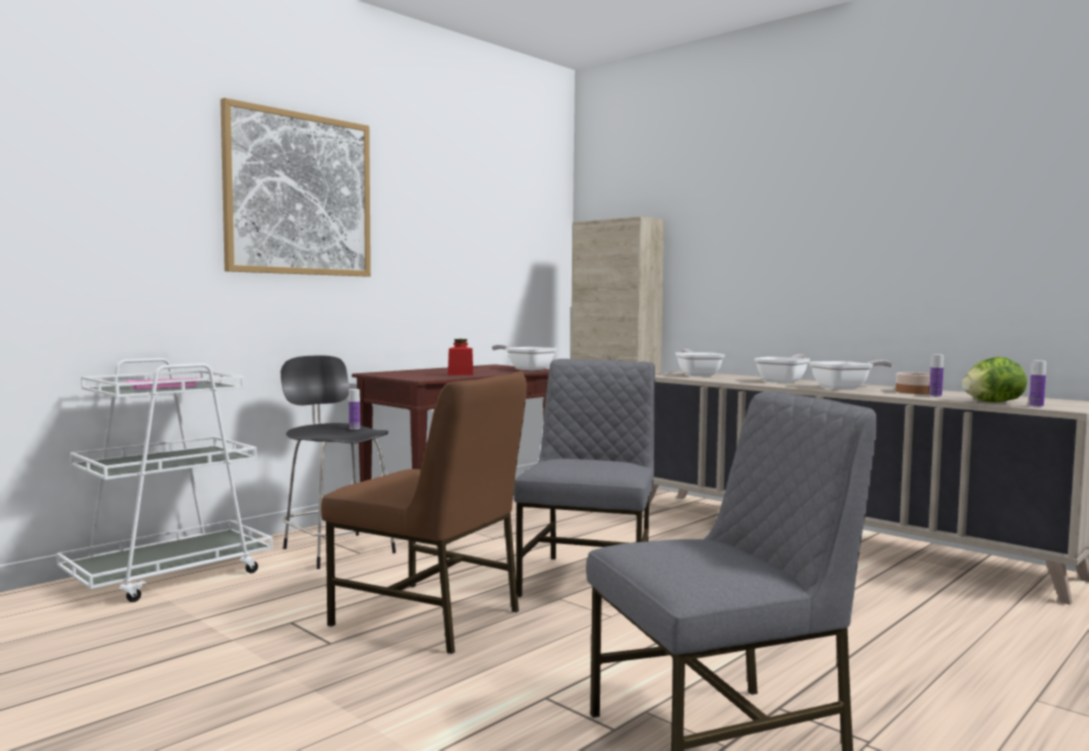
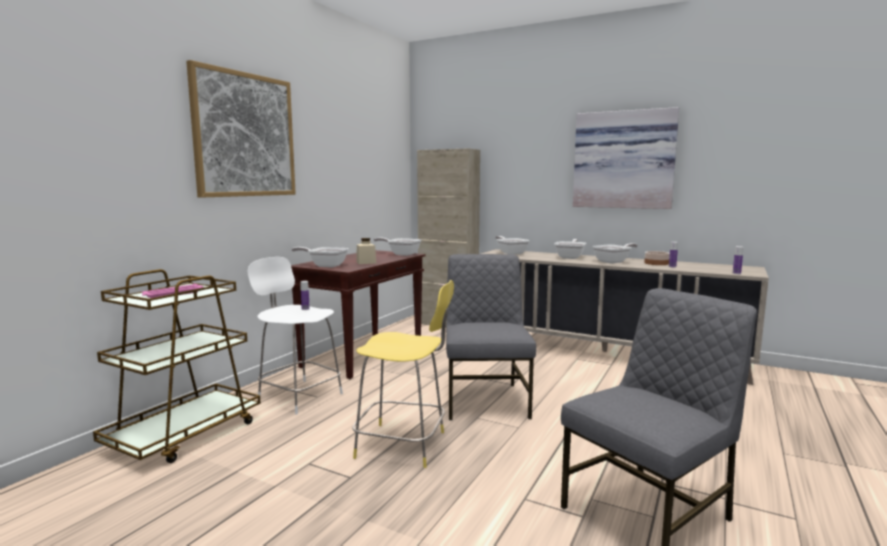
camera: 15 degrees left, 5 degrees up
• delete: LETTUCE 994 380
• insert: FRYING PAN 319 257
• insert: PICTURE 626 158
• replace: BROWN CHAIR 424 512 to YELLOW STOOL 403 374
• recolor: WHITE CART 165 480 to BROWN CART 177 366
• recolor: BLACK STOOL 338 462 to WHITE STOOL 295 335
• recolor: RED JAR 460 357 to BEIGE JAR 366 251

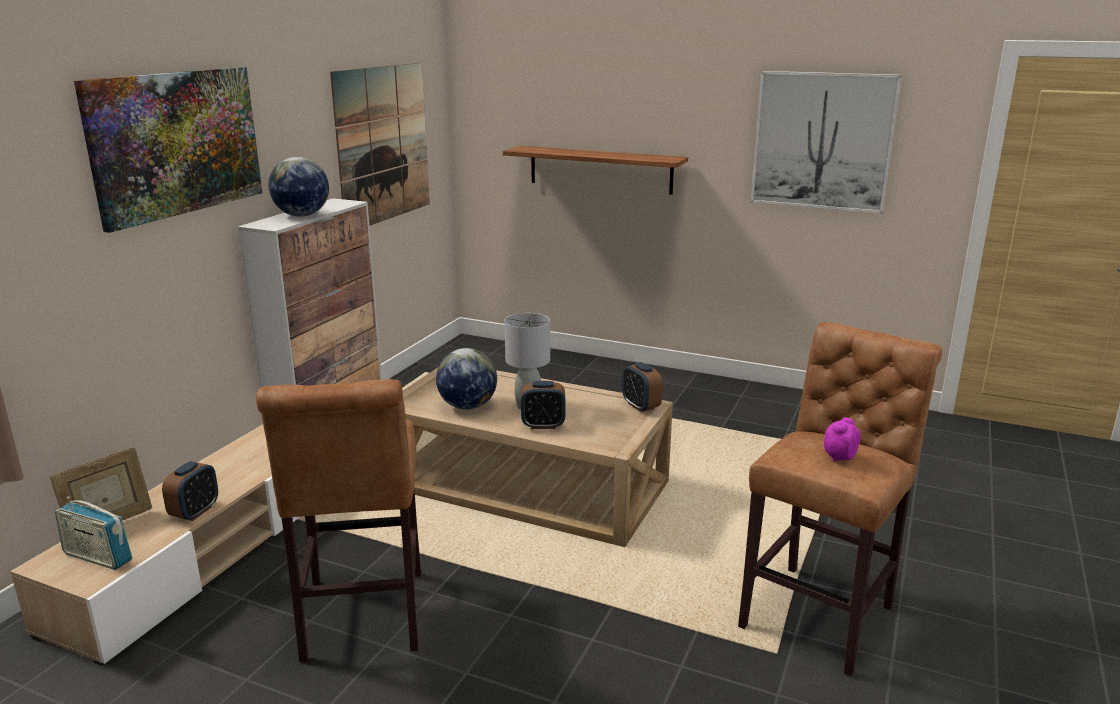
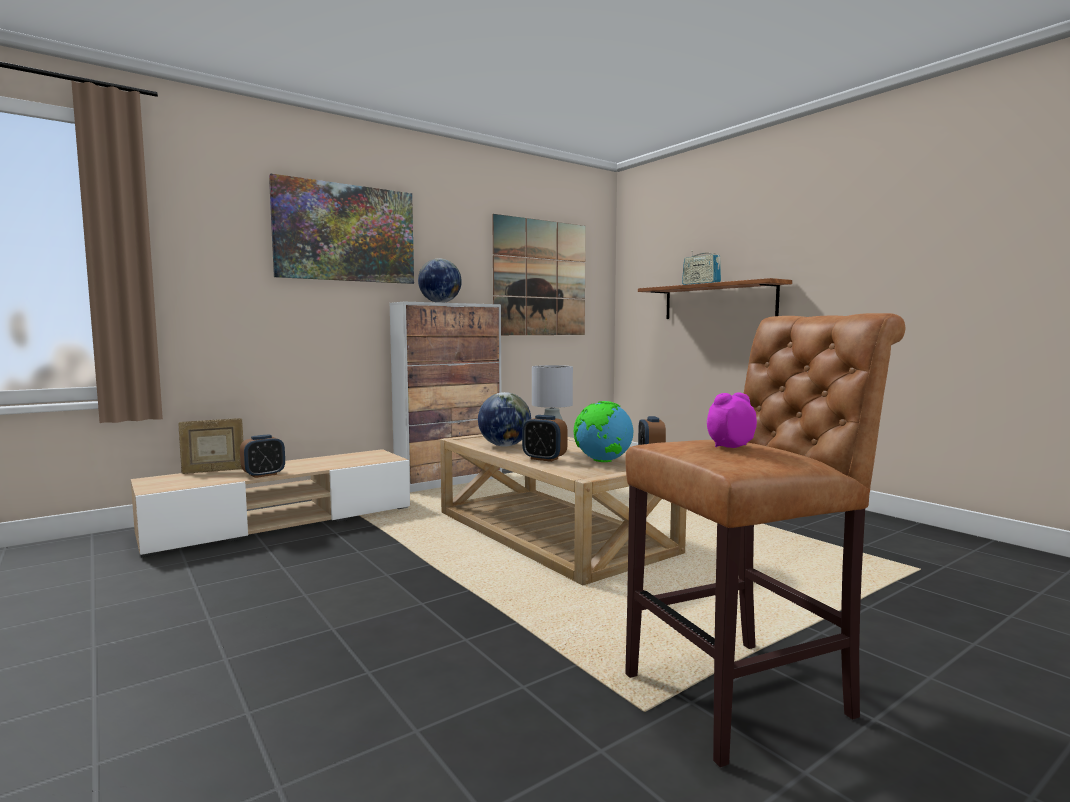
camera: 30 degrees right, 15 degrees down
• delete: BROWN STOOL 338 520
• delete: PICTURE 826 142
• insert: GLOBE 603 431
• move: RADIO 93 533 to 701 268

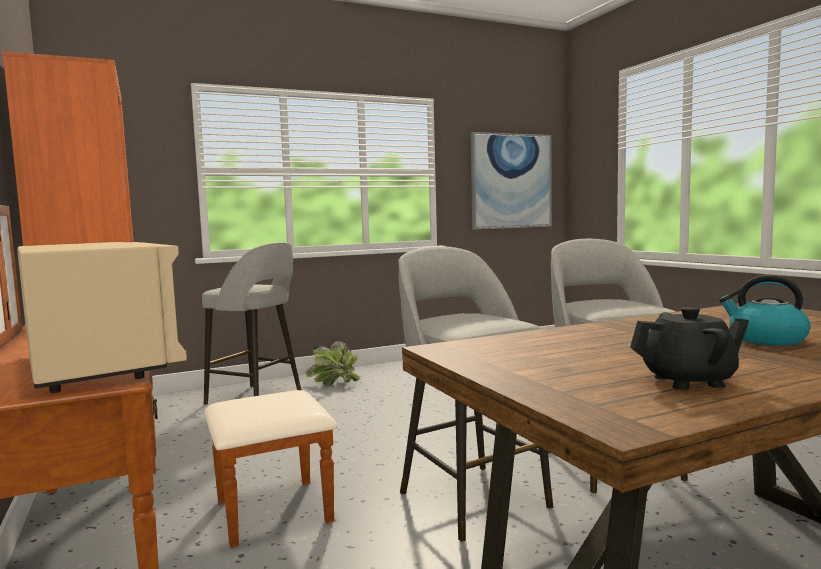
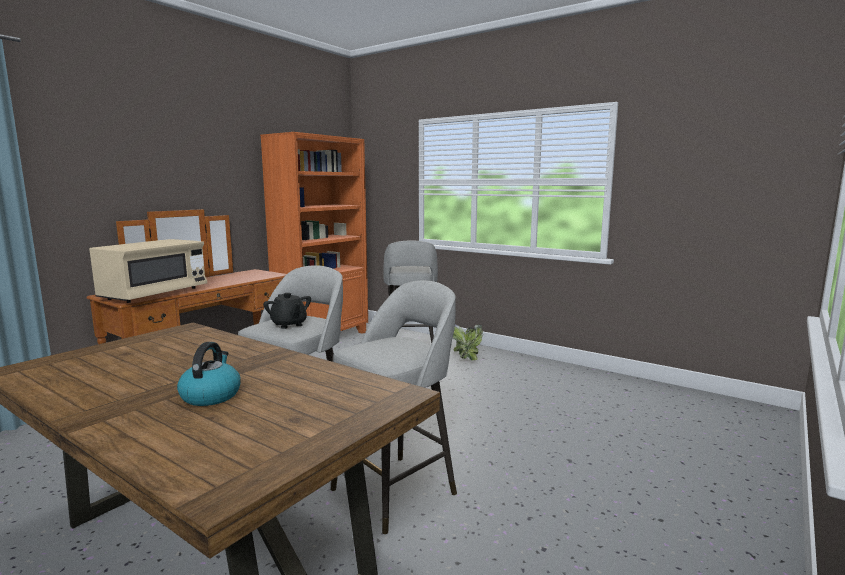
camera: 60 degrees right, 5 degrees up
• delete: PICTURE 511 181
• move: BLACK TEAPOT 689 348 to 287 311

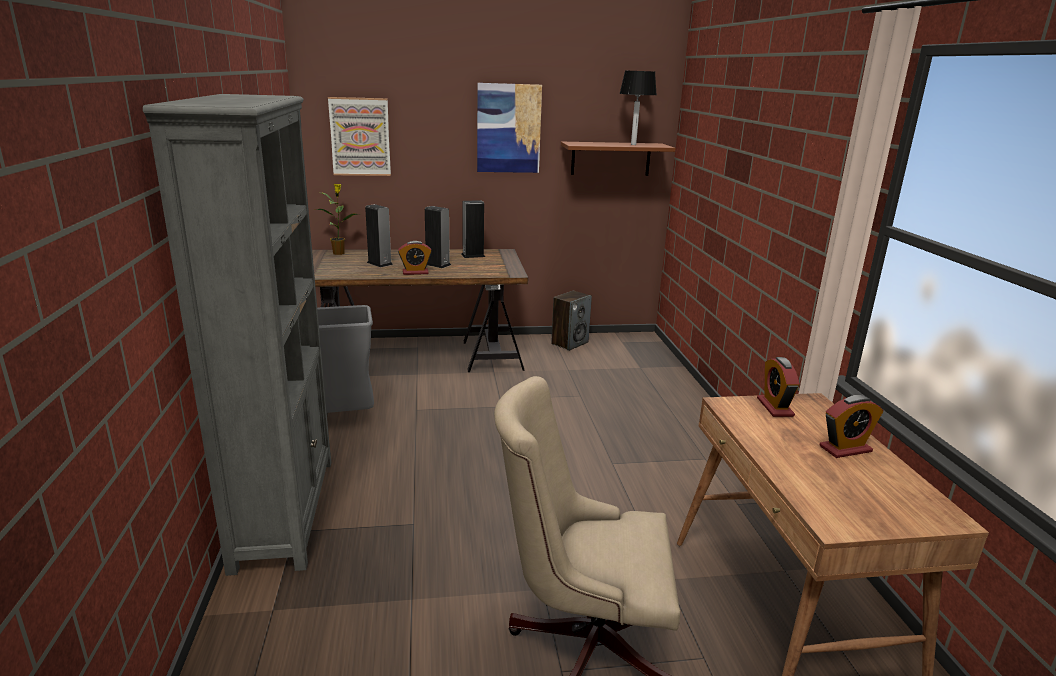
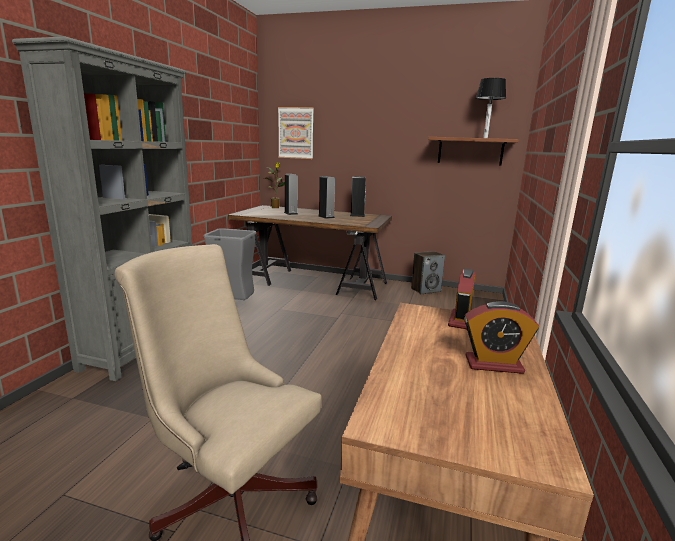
camera: 25 degrees right, 5 degrees down
• delete: ALARM CLOCK 415 258
• delete: PICTURE 509 128

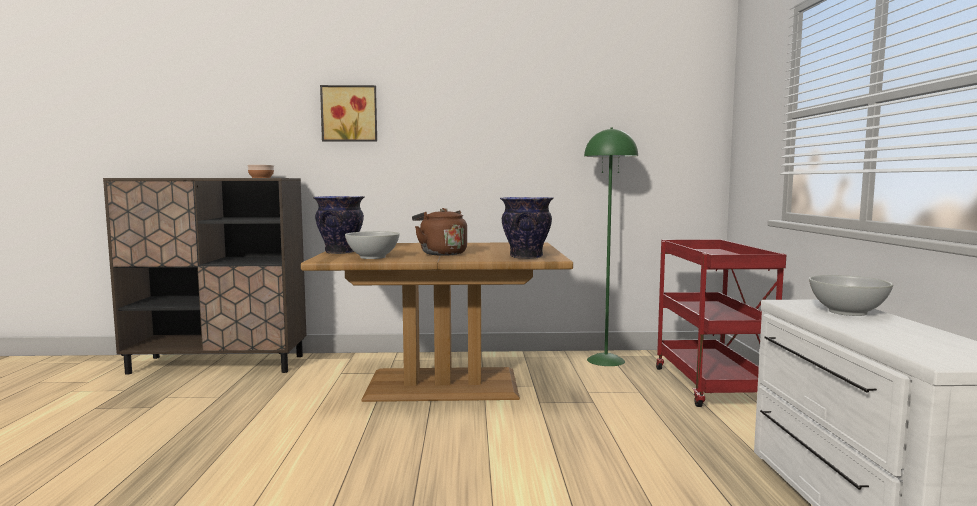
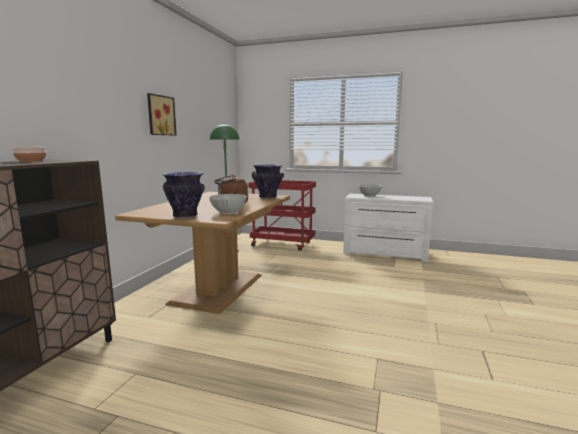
camera: 70 degrees left, 5 degrees up
• move: PICTURE 348 113 to 161 114

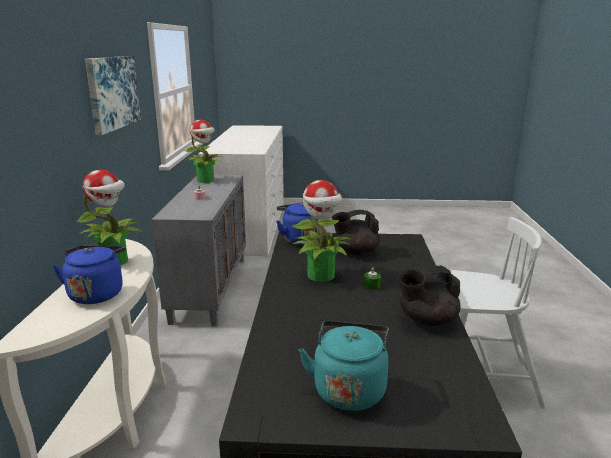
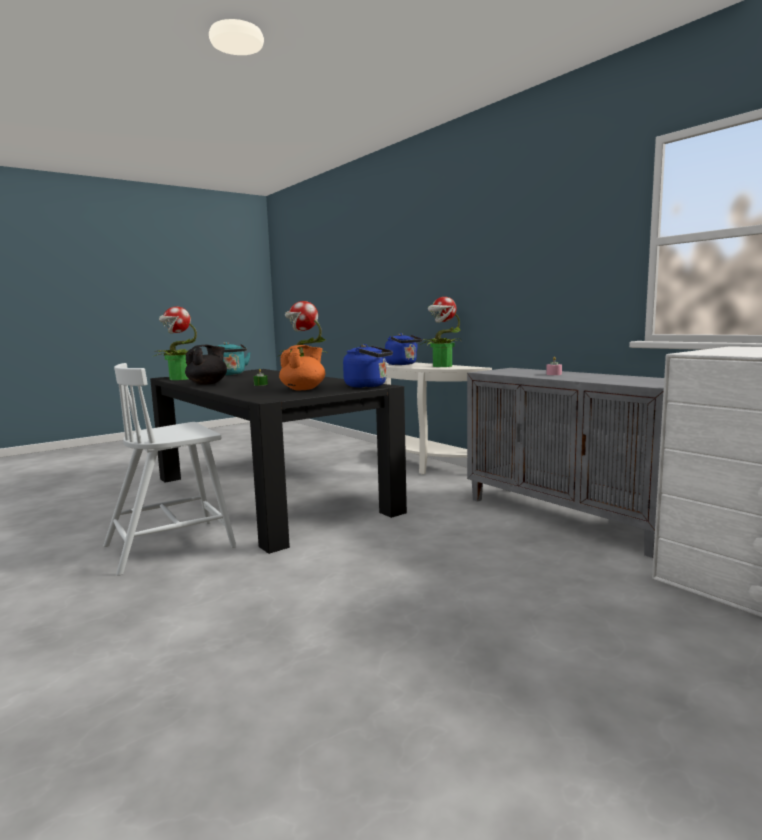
camera: 140 degrees right, 10 degrees down
• delete: PICTURE 113 95
• move: POTTED PLANT 203 151 to 175 343
• recolor: BLACK TEAPOT 356 232 to ORANGE TEAPOT 302 367

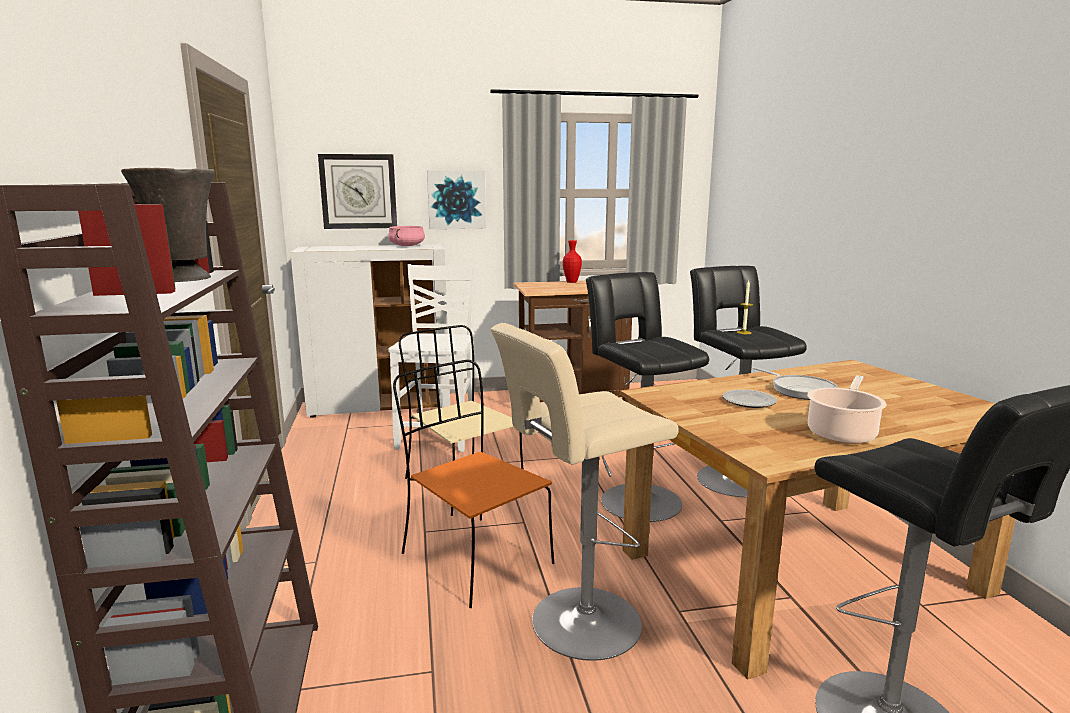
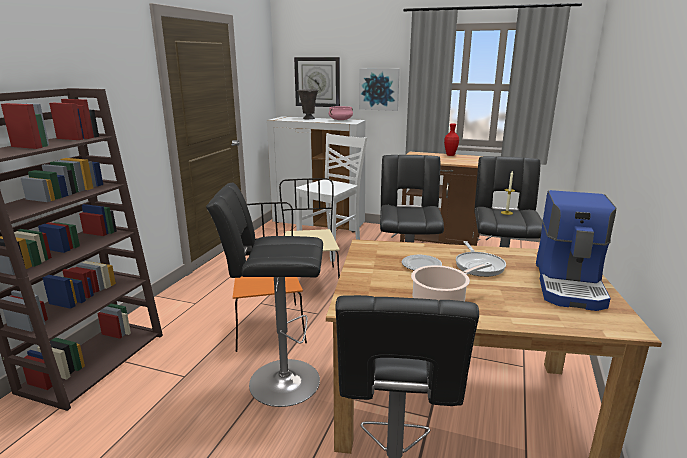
camera: 30 degrees right, 5 degrees up
• insert: COFFEE MACHINE 576 250
• move: GREY VASE 168 225 to 307 104
• recolor: BEIGE STOOL 584 492 to BLACK STOOL 264 294

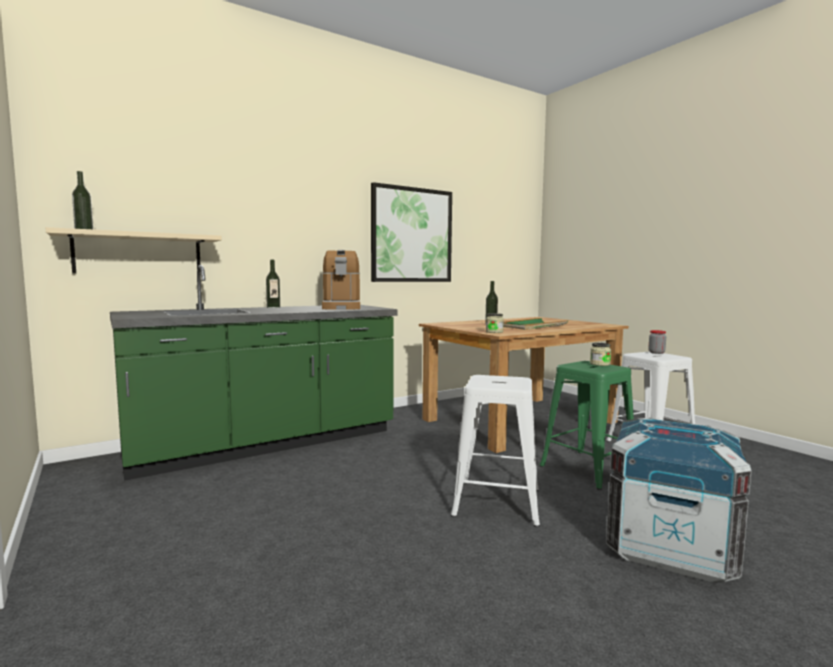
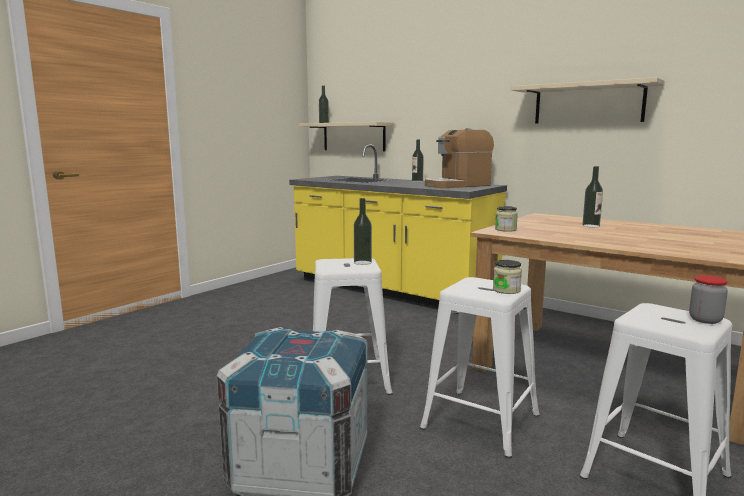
camera: 70 degrees right, 5 degrees up
• delete: GREEN TRAY 536 324
• insert: BOTTLE 363 231
• replace: PICTURE 411 232 to BEIGE SHELF 588 100
• recolor: GREEN COUNTER 254 373 to YELLOW COUNTER 398 229
• recolor: GREEN STOOL 586 425 to WHITE STOOL 480 368

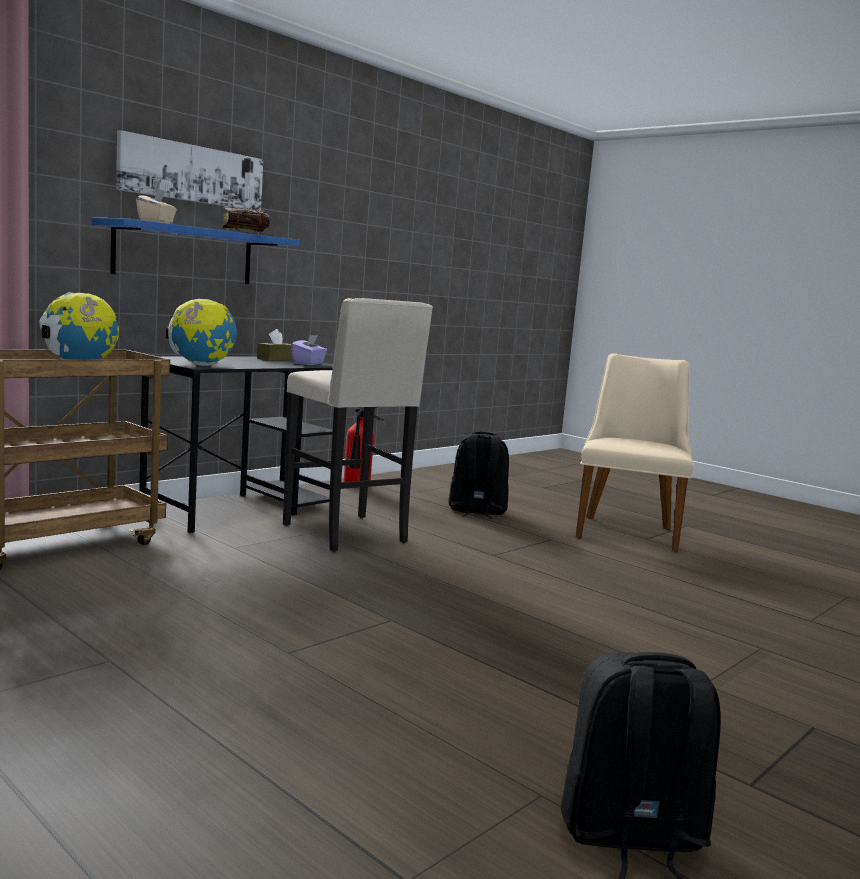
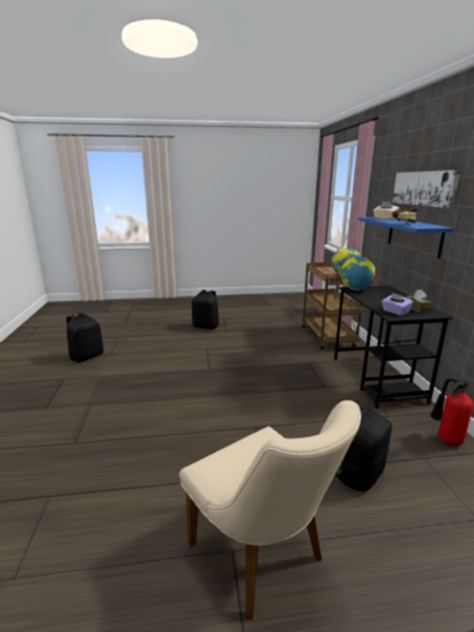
camera: 130 degrees right, 10 degrees up
• delete: BEIGE STOOL 358 425
• insert: BLACK BACKPACK 205 309

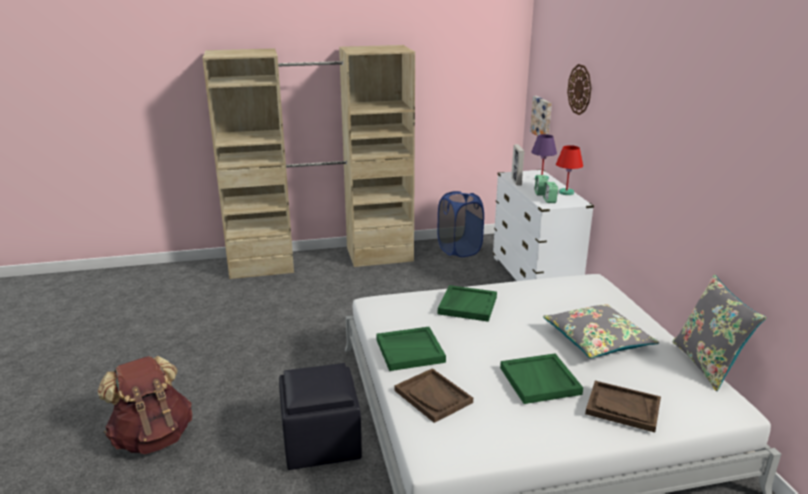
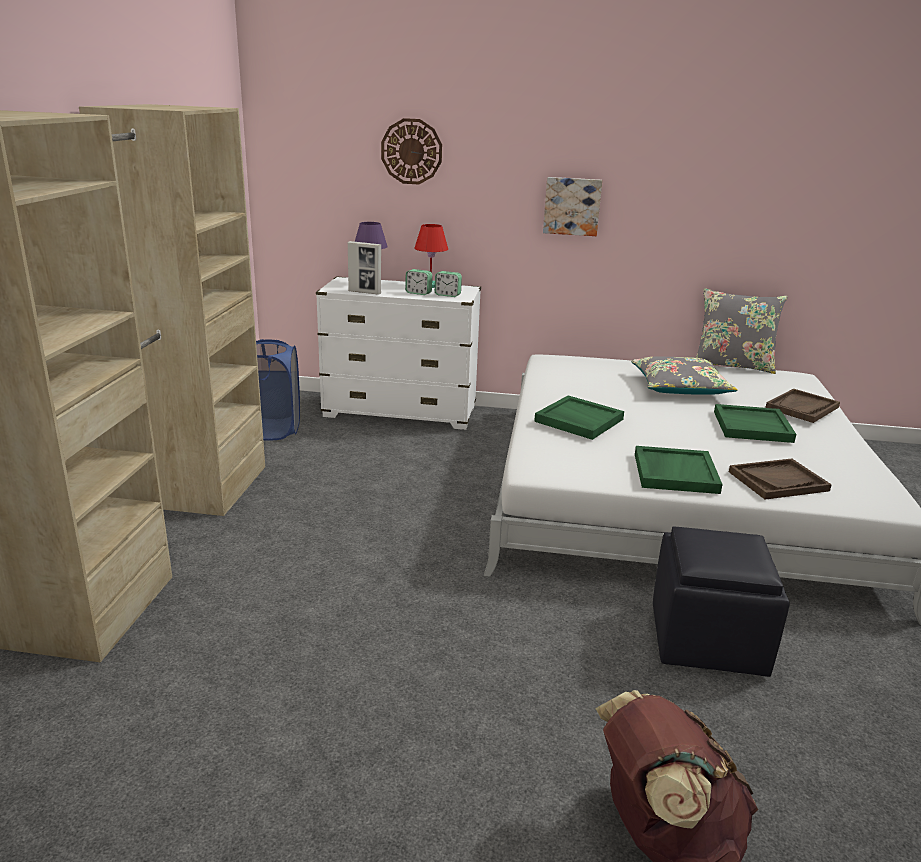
camera: 70 degrees left, 0 degrees up
• move: PICTURE 541 116 to 572 206

